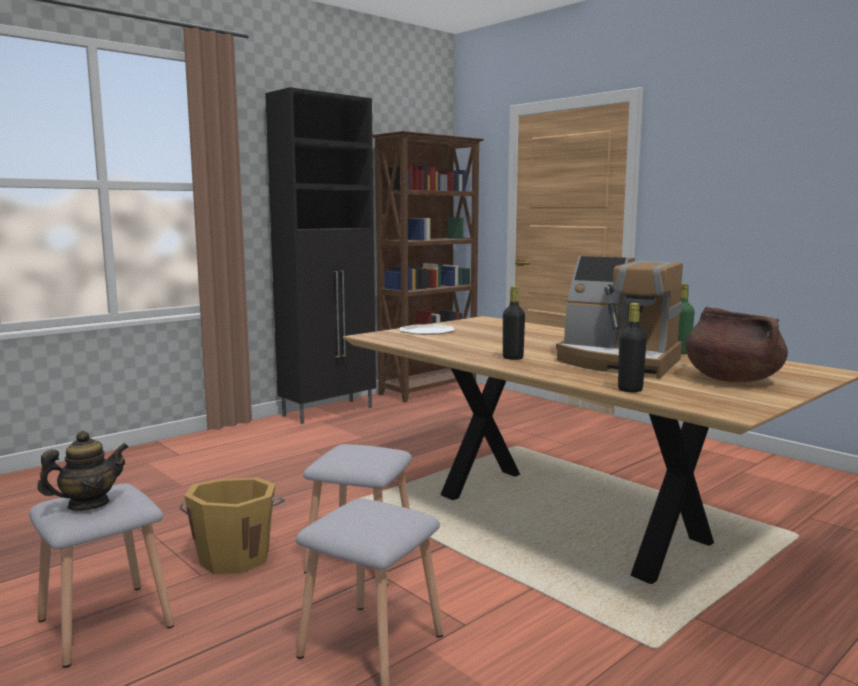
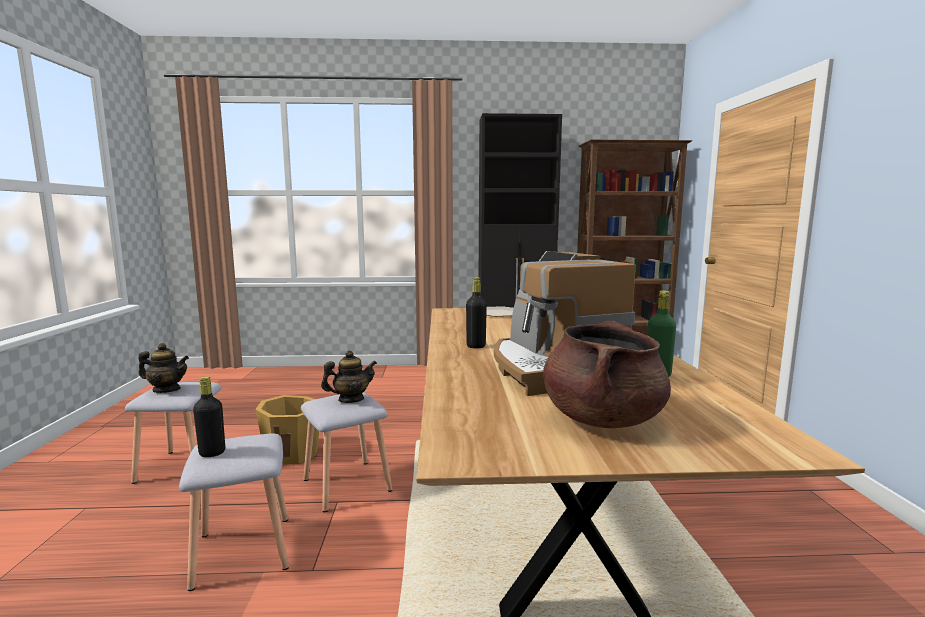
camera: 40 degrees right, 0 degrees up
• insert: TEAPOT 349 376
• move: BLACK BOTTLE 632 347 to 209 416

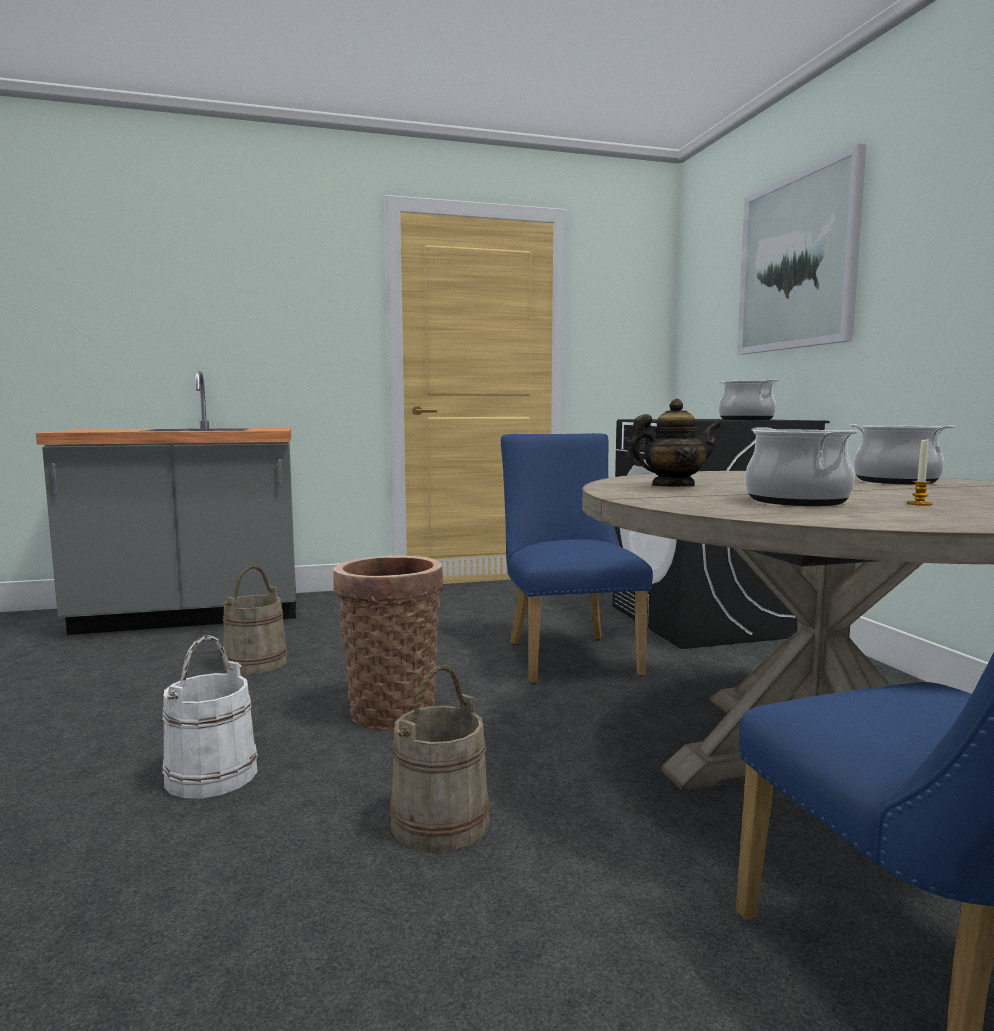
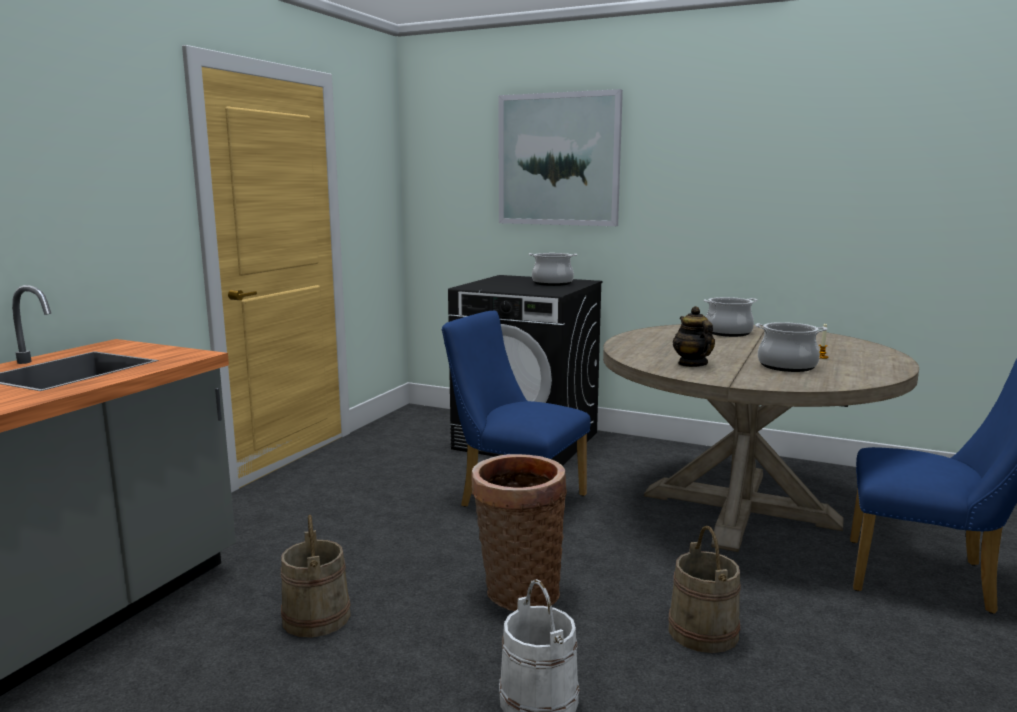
camera: 50 degrees left, 5 degrees up
• rotate: TEAPOT 674 443 = 694 336 45 degrees counterclockwise

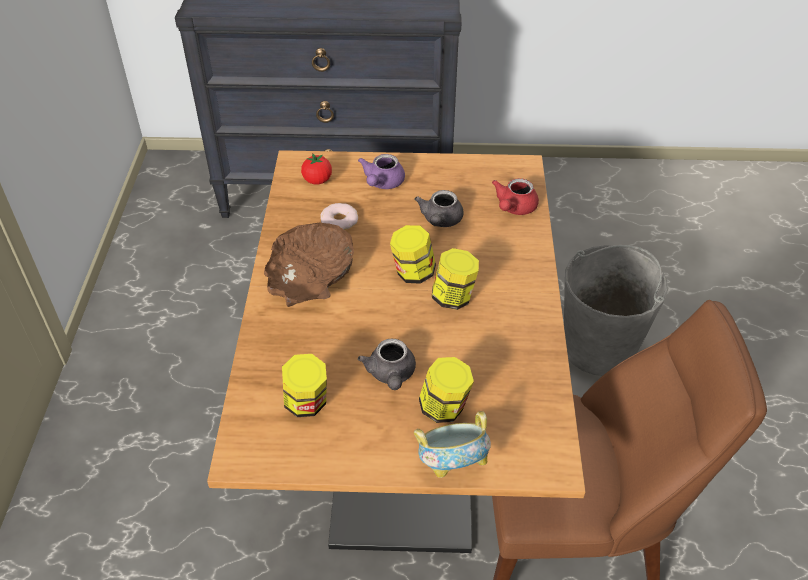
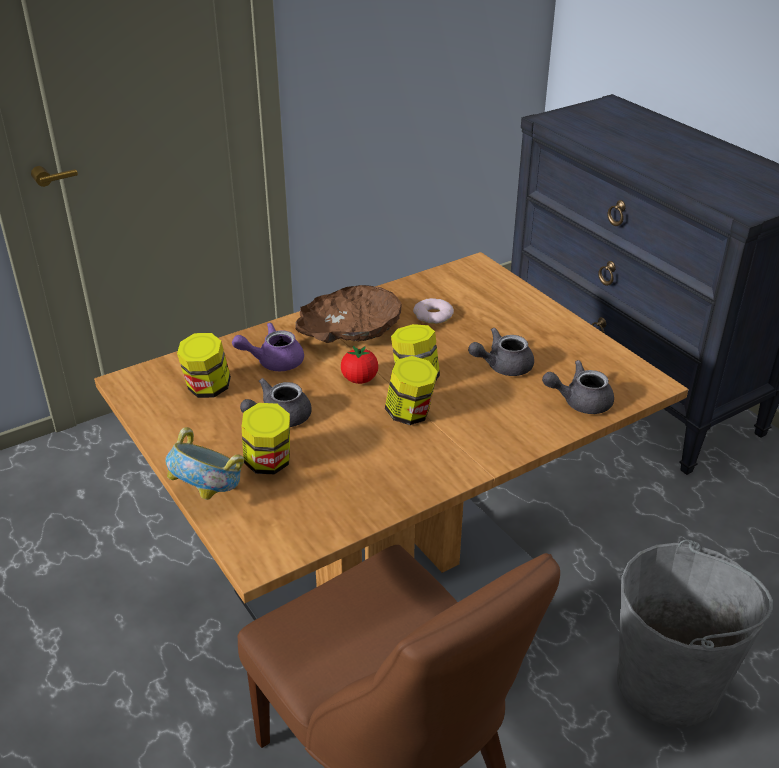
camera: 55 degrees right, 10 degrees down
• move: TOMATO 316 169 to 359 365
• move: PURPLE TEAPOT 381 171 to 268 346
• recolor: RED TEAPOT 515 196 to GREY TEAPOT 578 387

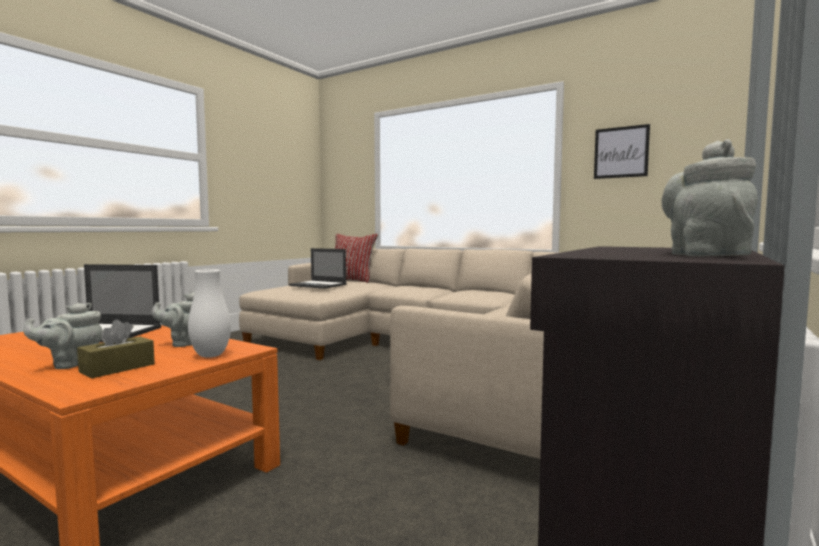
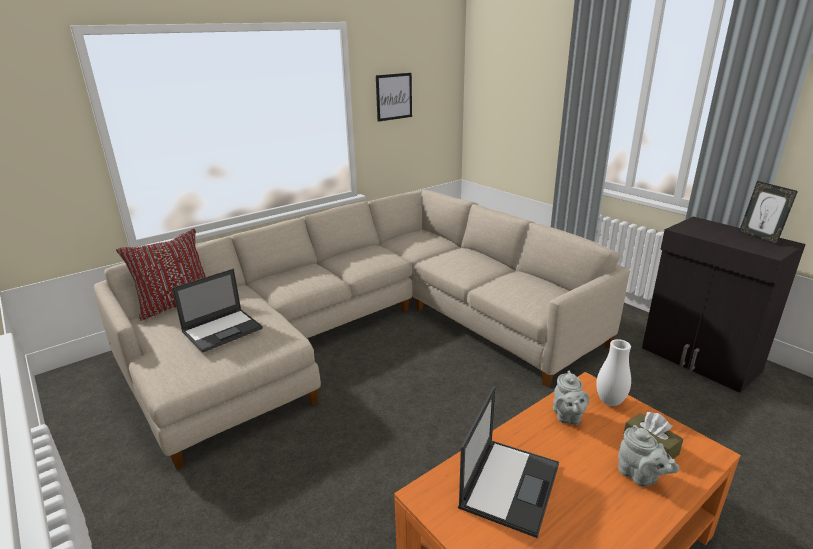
camera: 70 degrees left, 20 degrees up
• replace: GREY TEAPOT 710 197 to PICTURE FRAME 768 213

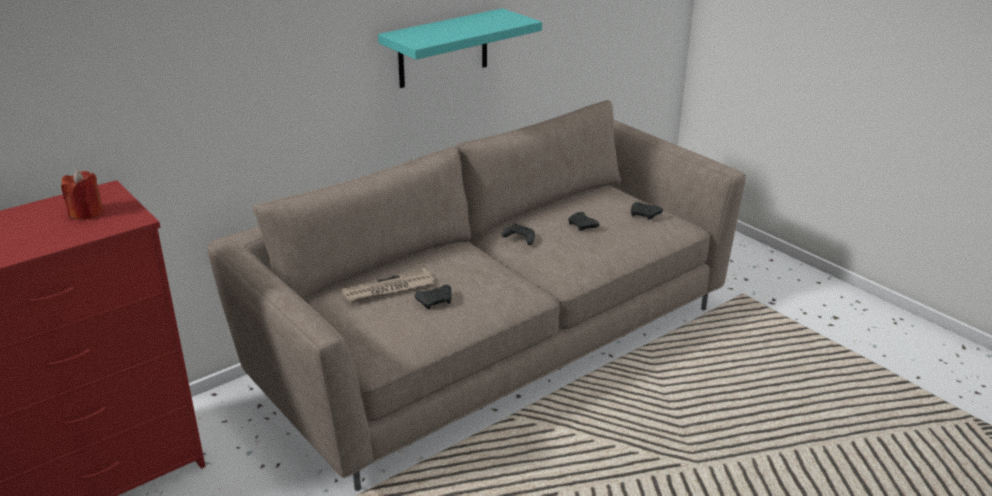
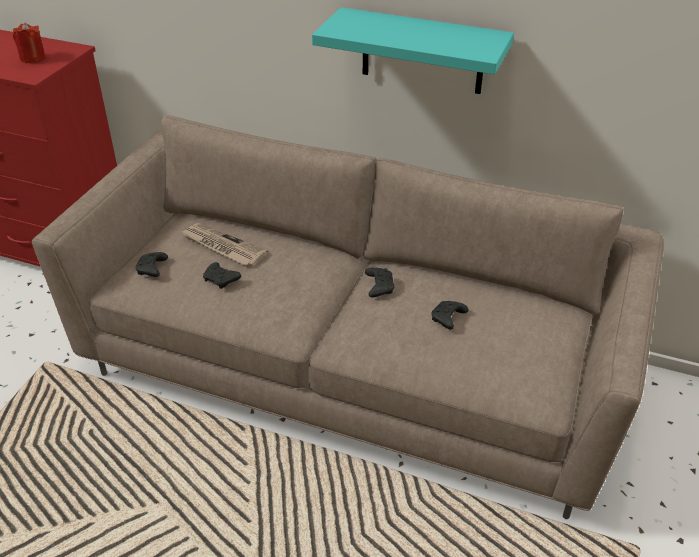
camera: 60 degrees right, 10 degrees up
• move: BLACK GAME CONTROLLER 647 211 to 151 264

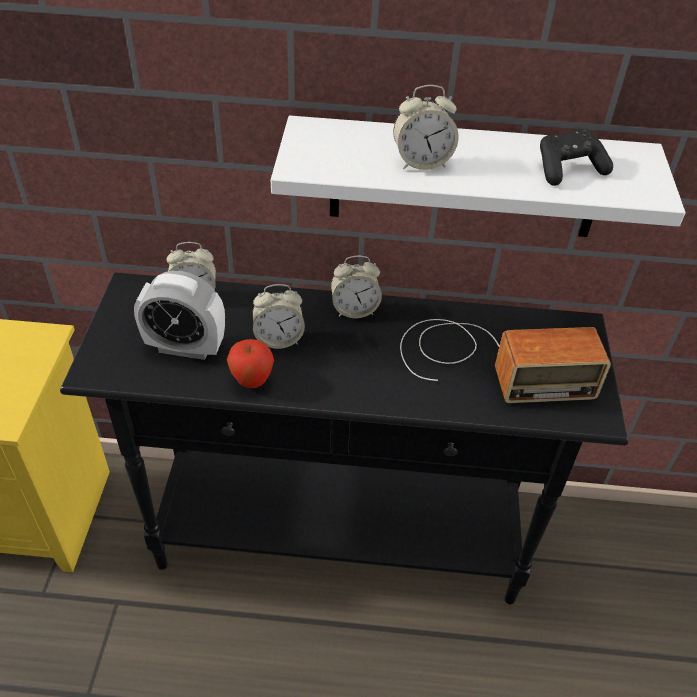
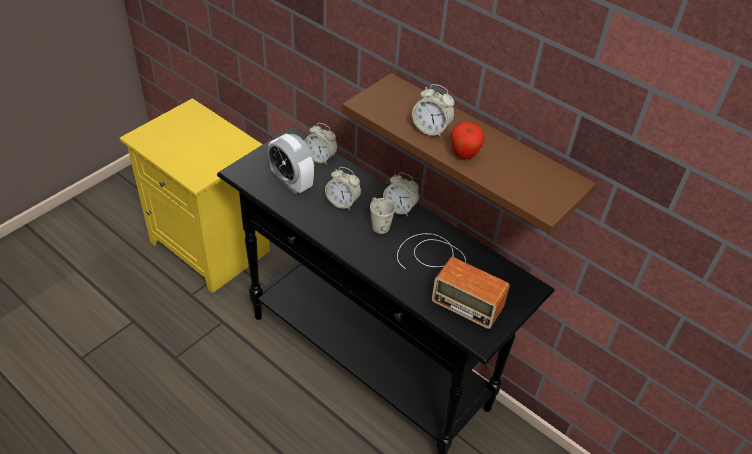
camera: 35 degrees right, 0 degrees up
• delete: BLACK GAME CONTROLLER 576 157
• insert: WHITE MUG 382 215
• move: APPLE 250 363 to 467 140
• recolor: WHITE SHELF 478 176 to BROWN SHELF 469 153

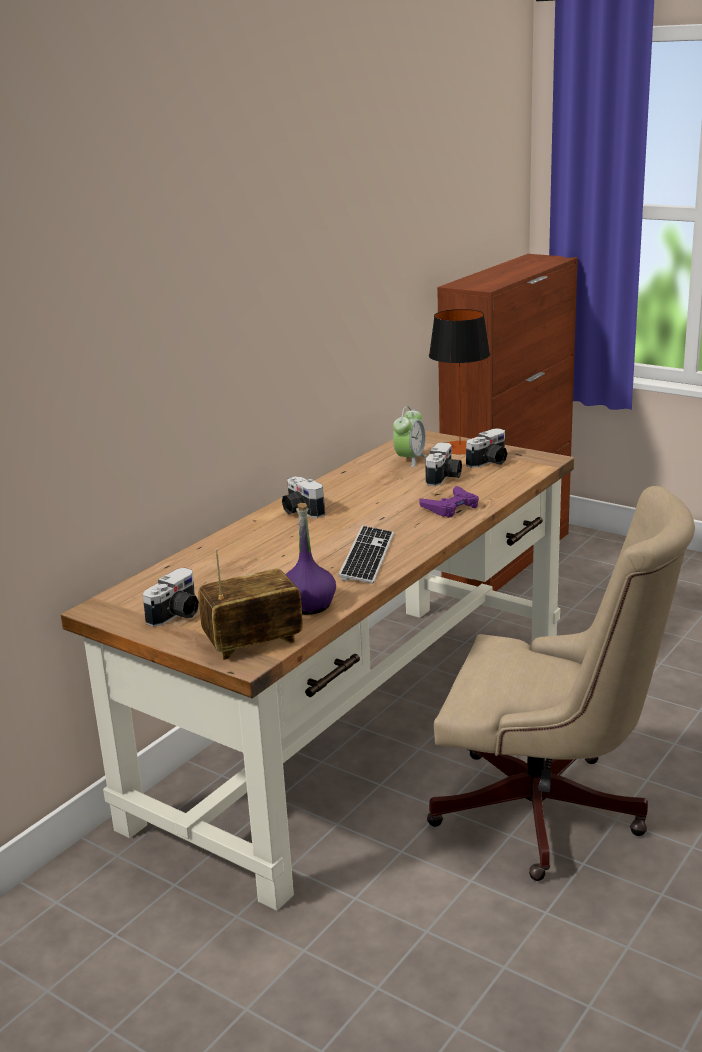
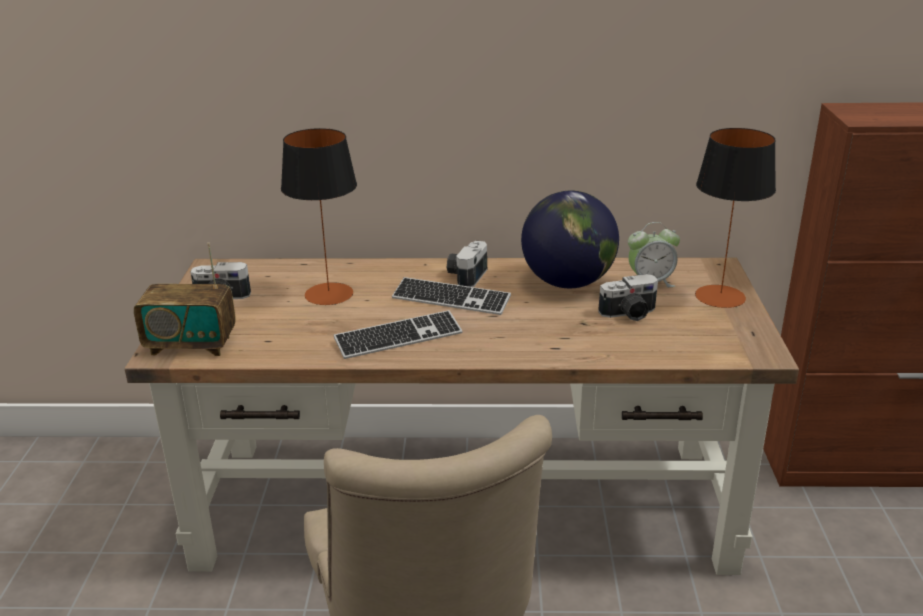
camera: 55 degrees right, 5 degrees up
• delete: PURPLE BOTTLE 310 559
• delete: PURPLE GAME CONTROLLER 449 502
• delete: PHOTO CAMERA 487 448
• insert: TABLE LAMP 319 216
• insert: KEYBOARD 451 296
• insert: GLOBE 570 239
• rotate: RADIO 250 604 = 185 299 150 degrees clockwise

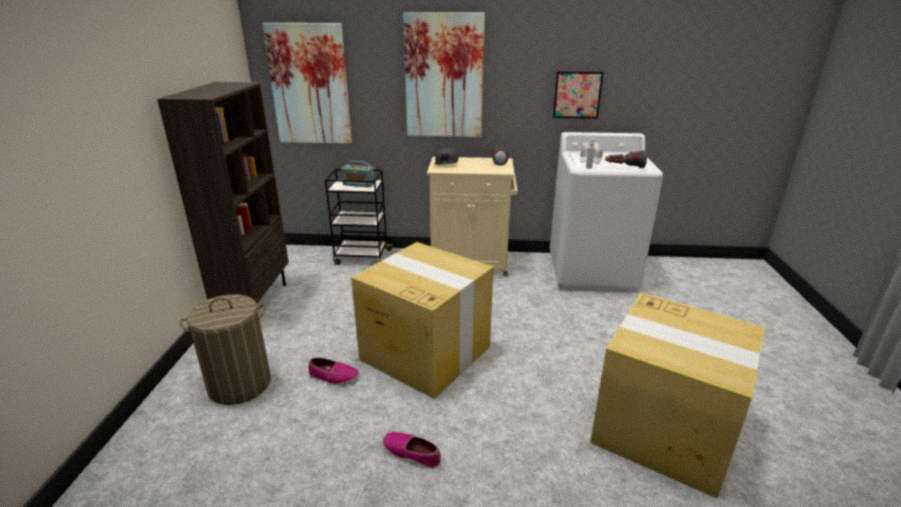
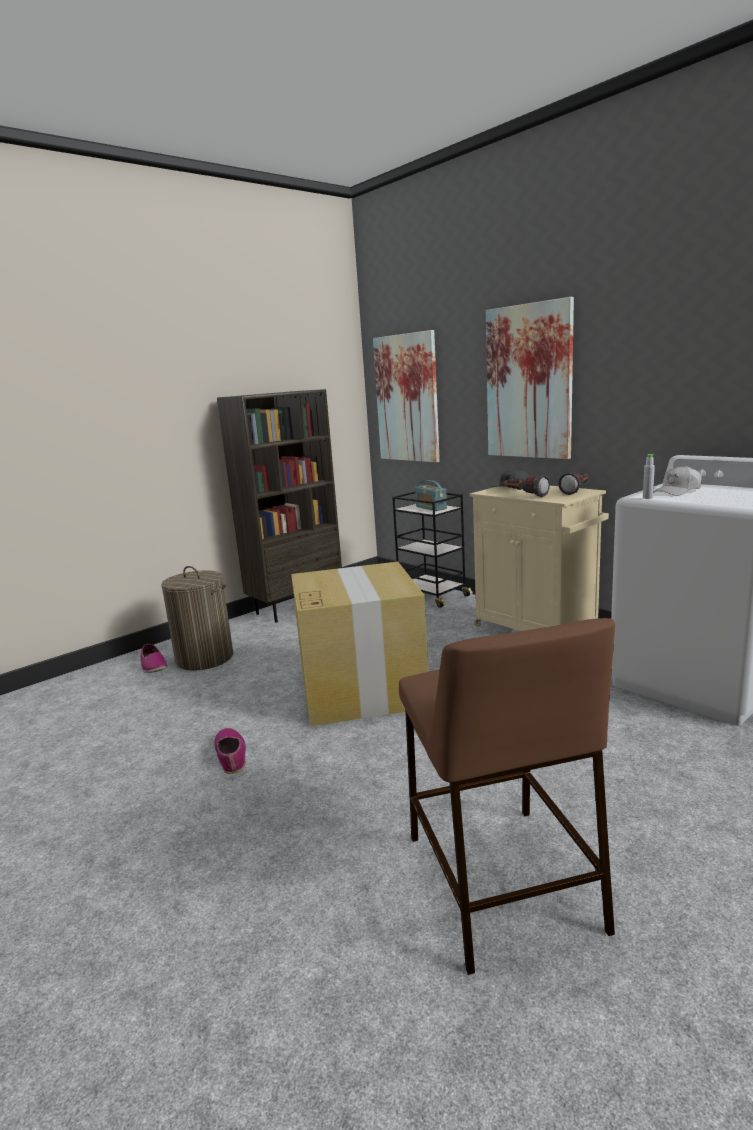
camera: 45 degrees right, 10 degrees down
• delete: PICTURE 578 95
• move: SHOE 334 371 to 154 658
• move: FLASHLIGHT 626 159 to 527 486
• replace: CARDBOARD BOX 677 396 to BROWN STOOL 507 796

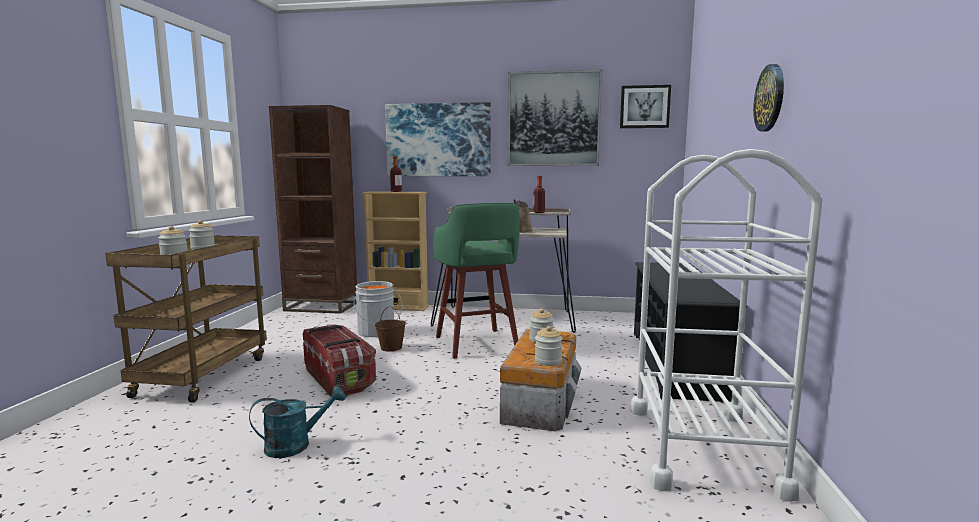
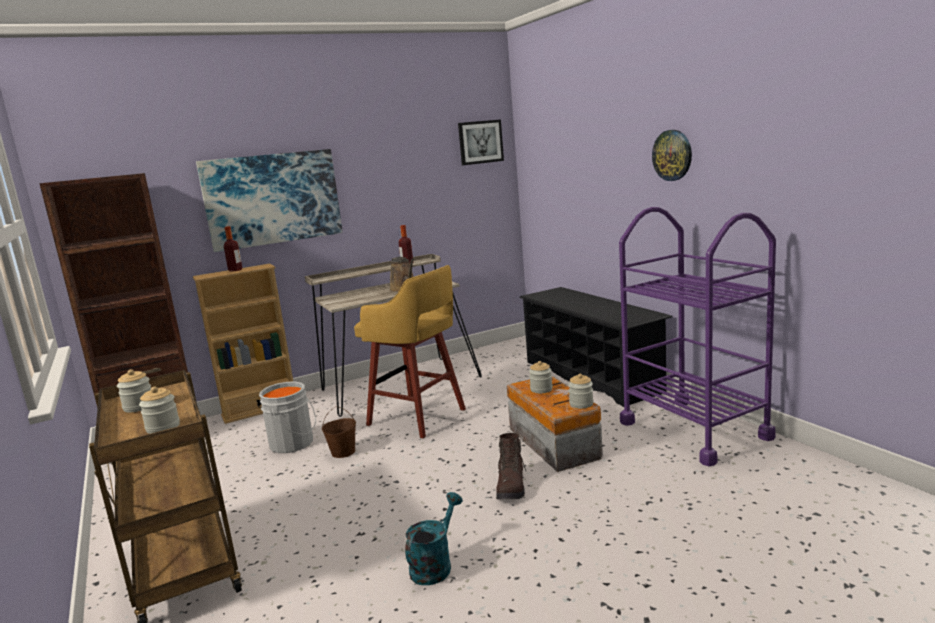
camera: 35 degrees left, 5 degrees up
• delete: STORAGE BOX 339 360
• delete: PICTURE 554 117
• insert: BROWN BOOT 511 466
• recolor: GREEN STOOL 476 281 to YELLOW STOOL 410 351
• recolor: WHITE CART 727 325 to PURPLE CART 697 336

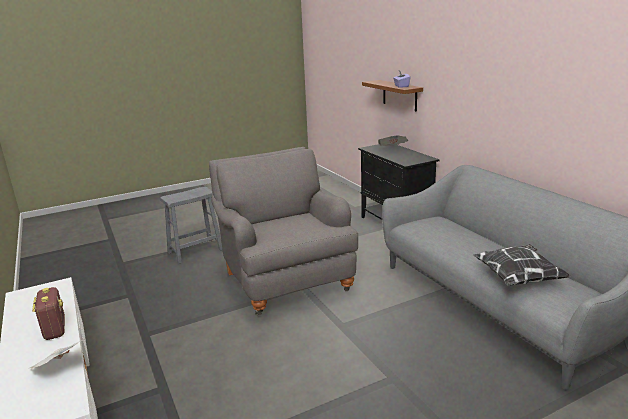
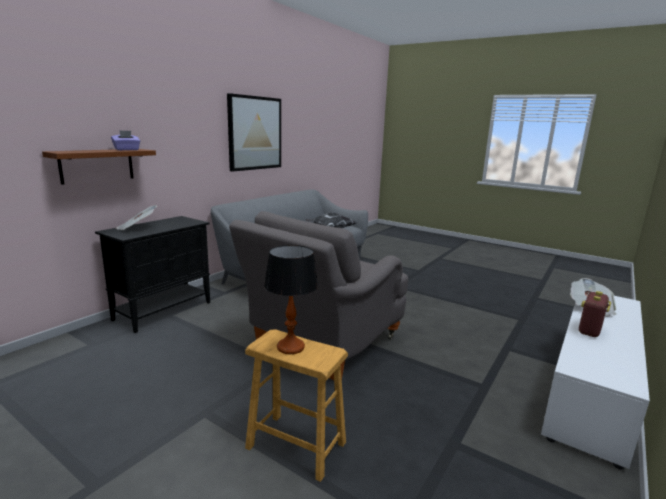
camera: 120 degrees left, 5 degrees down
• insert: PICTURE 254 132
• insert: TABLE LAMP 291 299
• recolor: GREY STOOL 191 225 to BROWN STOOL 296 405

